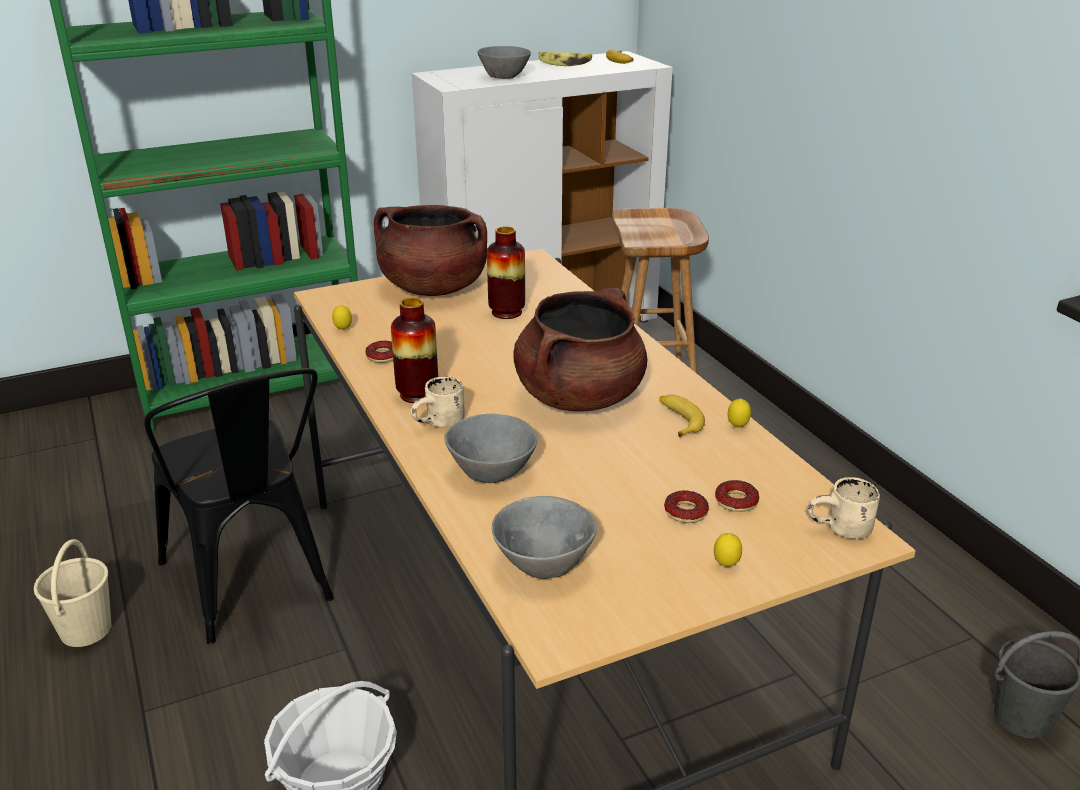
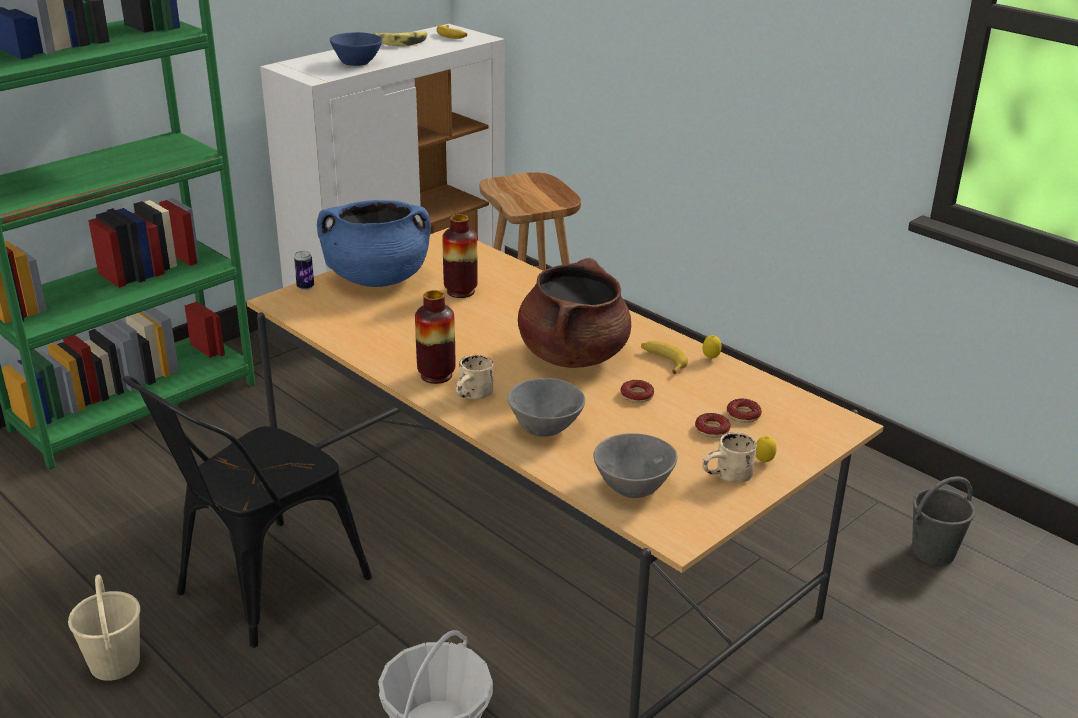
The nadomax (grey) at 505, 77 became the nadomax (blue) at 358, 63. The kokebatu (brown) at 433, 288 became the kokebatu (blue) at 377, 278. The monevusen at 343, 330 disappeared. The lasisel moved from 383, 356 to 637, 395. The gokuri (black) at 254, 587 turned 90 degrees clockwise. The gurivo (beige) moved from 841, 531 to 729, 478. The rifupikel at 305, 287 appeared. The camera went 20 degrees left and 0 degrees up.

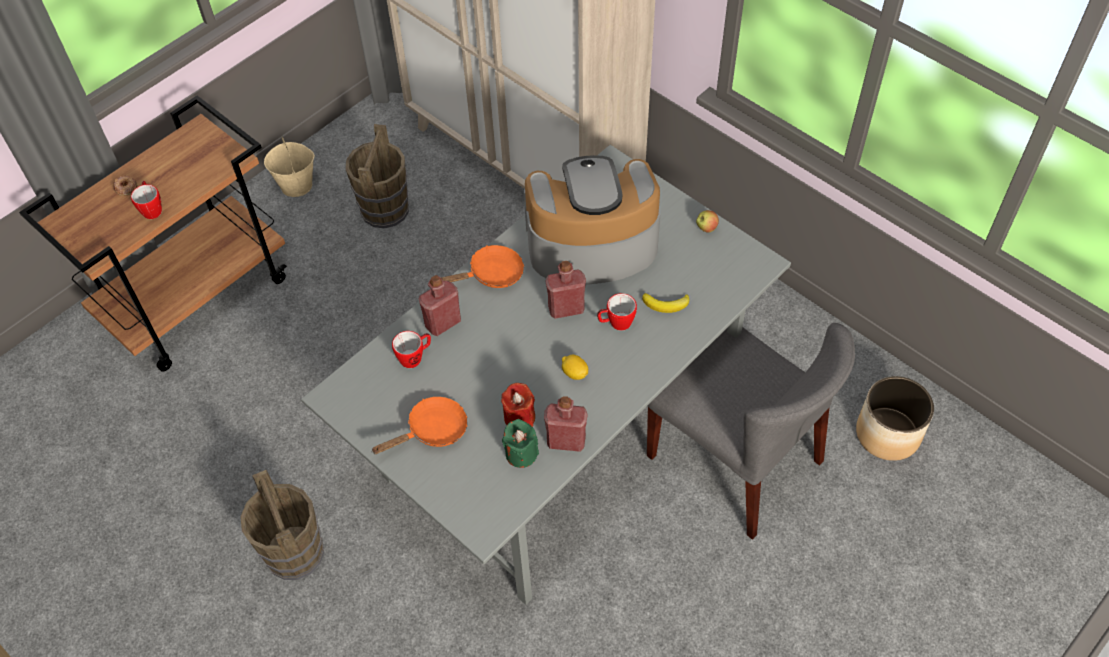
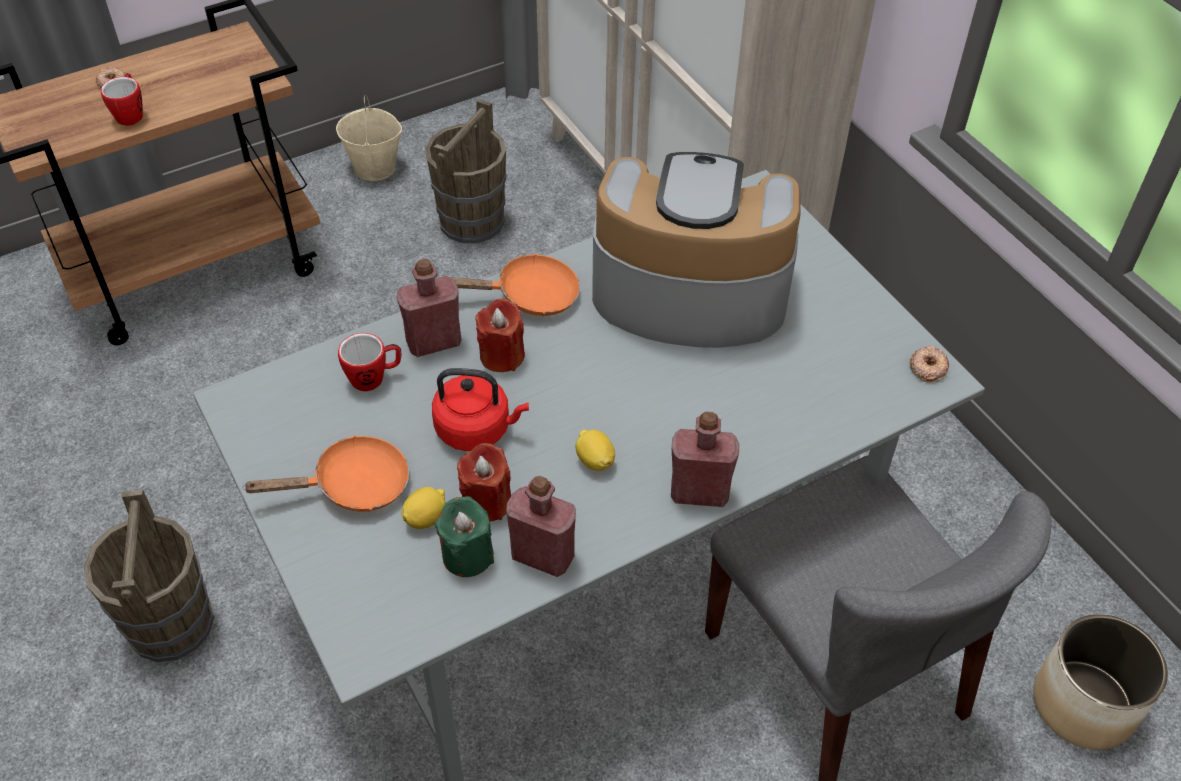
The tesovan at 706, 228 disappeared. The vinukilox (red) moved from 566, 308 to 699, 492. The gurivo at 616, 323 disappeared. The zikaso at 666, 304 disappeared. The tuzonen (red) at 502, 355 appeared. The lasisel at 928, 367 appeared. The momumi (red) at 477, 429 appeared. The monevusen at 426, 518 appeared. The camera went 15 degrees right and 5 degrees down.

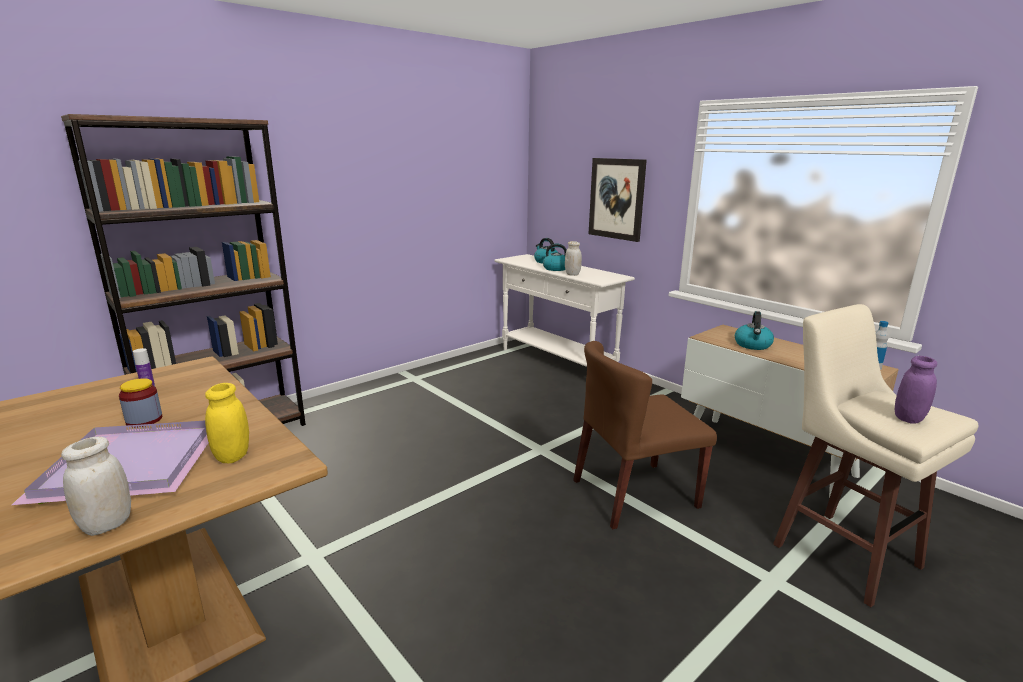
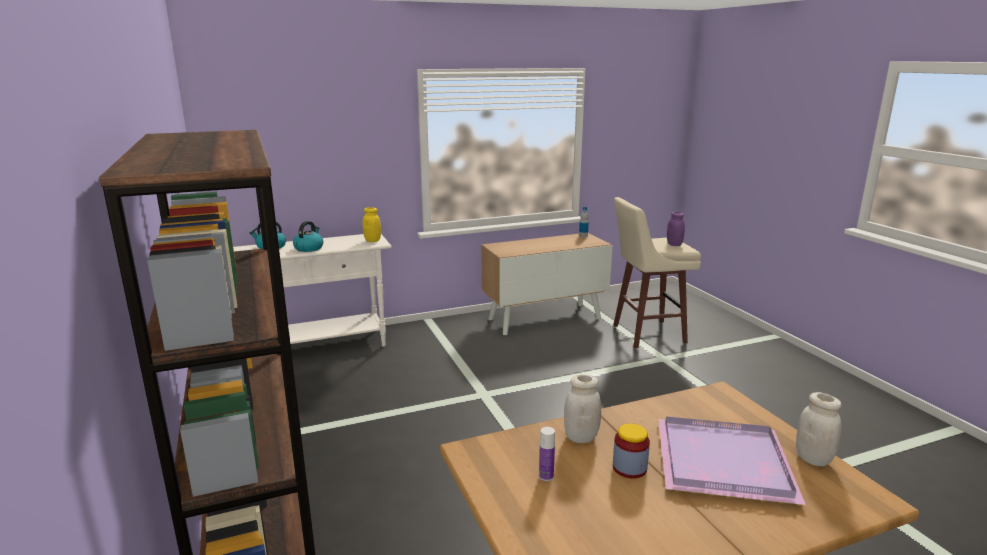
The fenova at 616, 199 disappeared. The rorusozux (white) moved from 572, 274 to 581, 437. The momumi at 753, 345 disappeared. The gokuri (brown) at 634, 494 disappeared. The rorusozux (yellow) moved from 233, 456 to 372, 240. The camera went 70 degrees left and 0 degrees up.

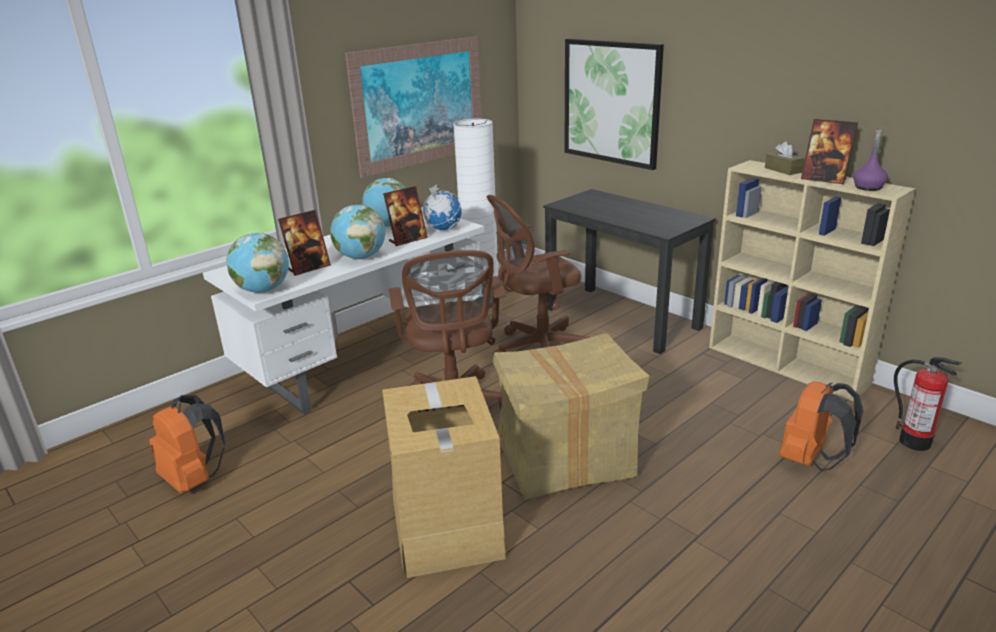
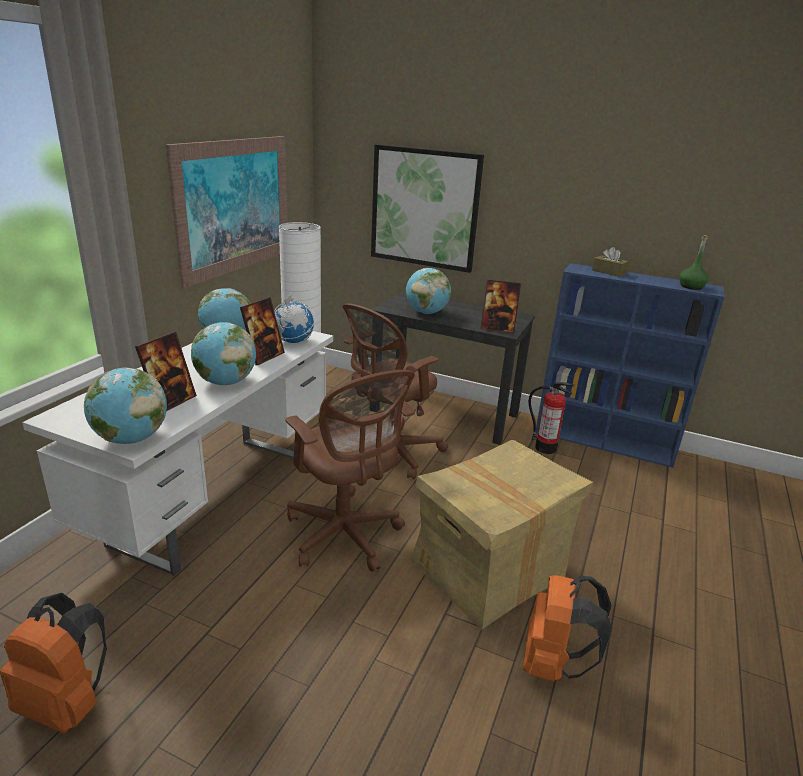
The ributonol moved from 824, 180 to 497, 328. The vinukilox (purple) at 868, 187 became the vinukilox (green) at 691, 287. The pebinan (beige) at 787, 365 became the pebinan (blue) at 605, 442. The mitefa moved from 914, 442 to 545, 448. The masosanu at 446, 526 disappeared. The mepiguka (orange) moved from 810, 460 to 553, 663. The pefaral at 426, 312 appeared. The camera went 25 degrees left and 0 degrees up.

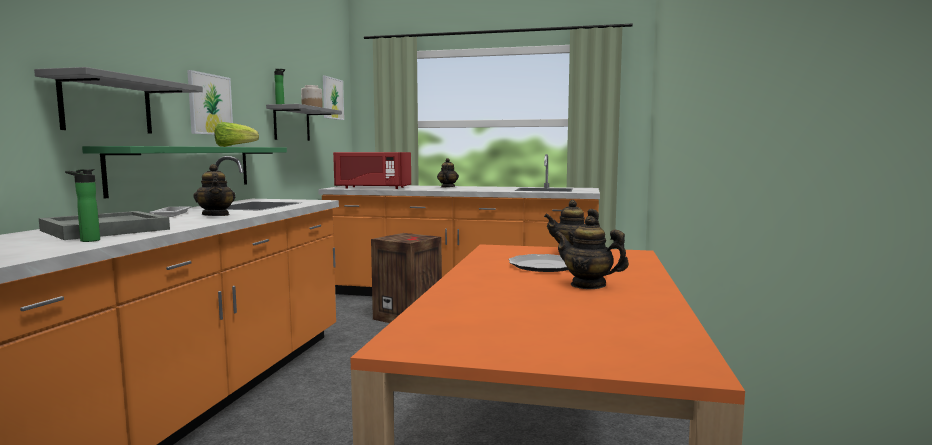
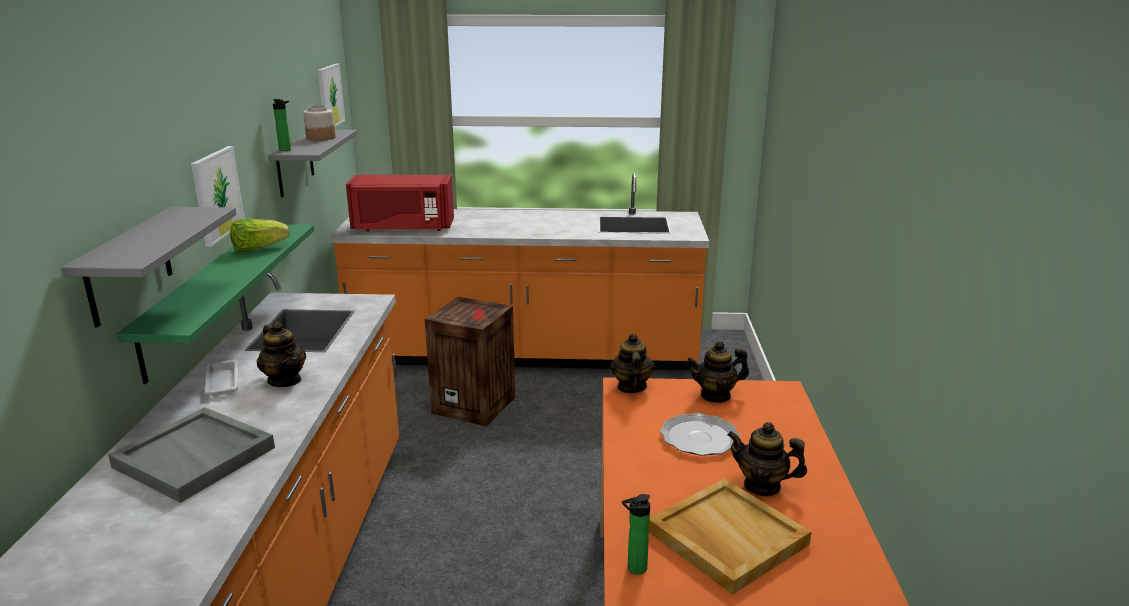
The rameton moved from 447, 187 to 631, 387. The vinukilox moved from 87, 240 to 634, 569. The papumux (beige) at 725, 537 appeared. The camera went 10 degrees left and 15 degrees up.

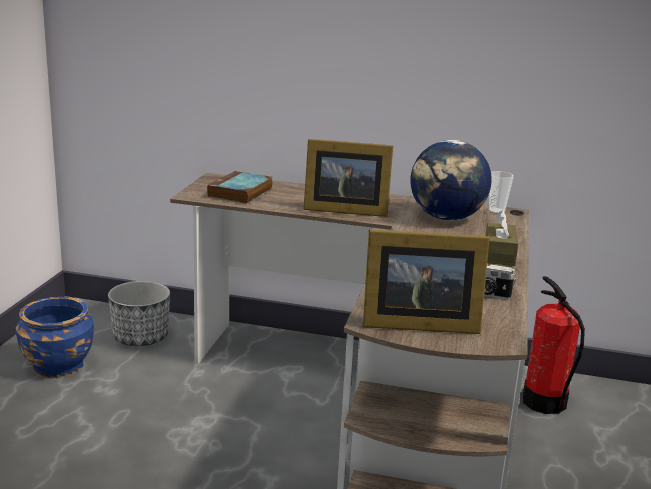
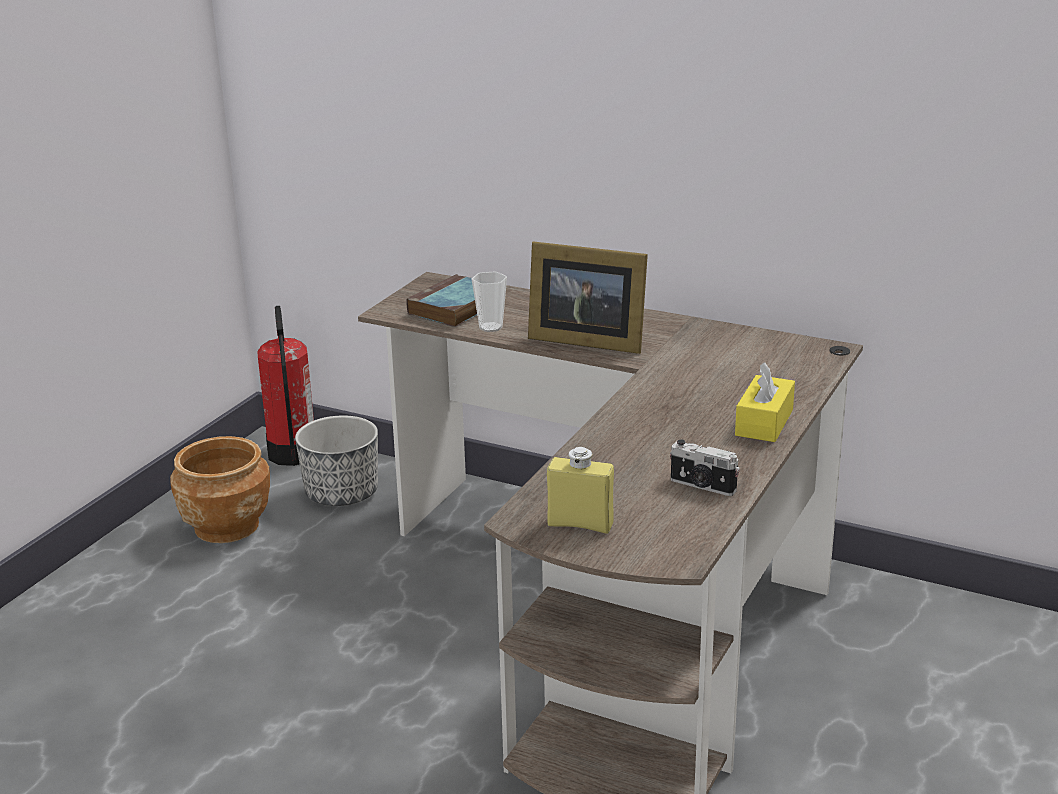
The pefaral at 446, 218 disappeared. The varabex moved from 496, 211 to 490, 327. The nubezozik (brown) at 499, 254 became the nubezozik (yellow) at 764, 422. The ributonol at 416, 323 was replaced by the vinukilox (yellow) at 580, 524. The mitefa moved from 544, 402 to 292, 454. The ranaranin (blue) at 58, 365 became the ranaranin (brown) at 227, 526. The camera went 15 degrees right and 5 degrees up.

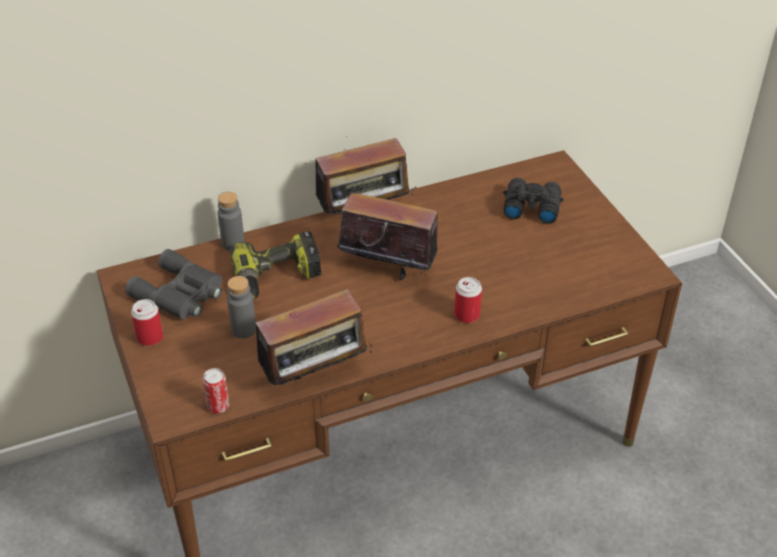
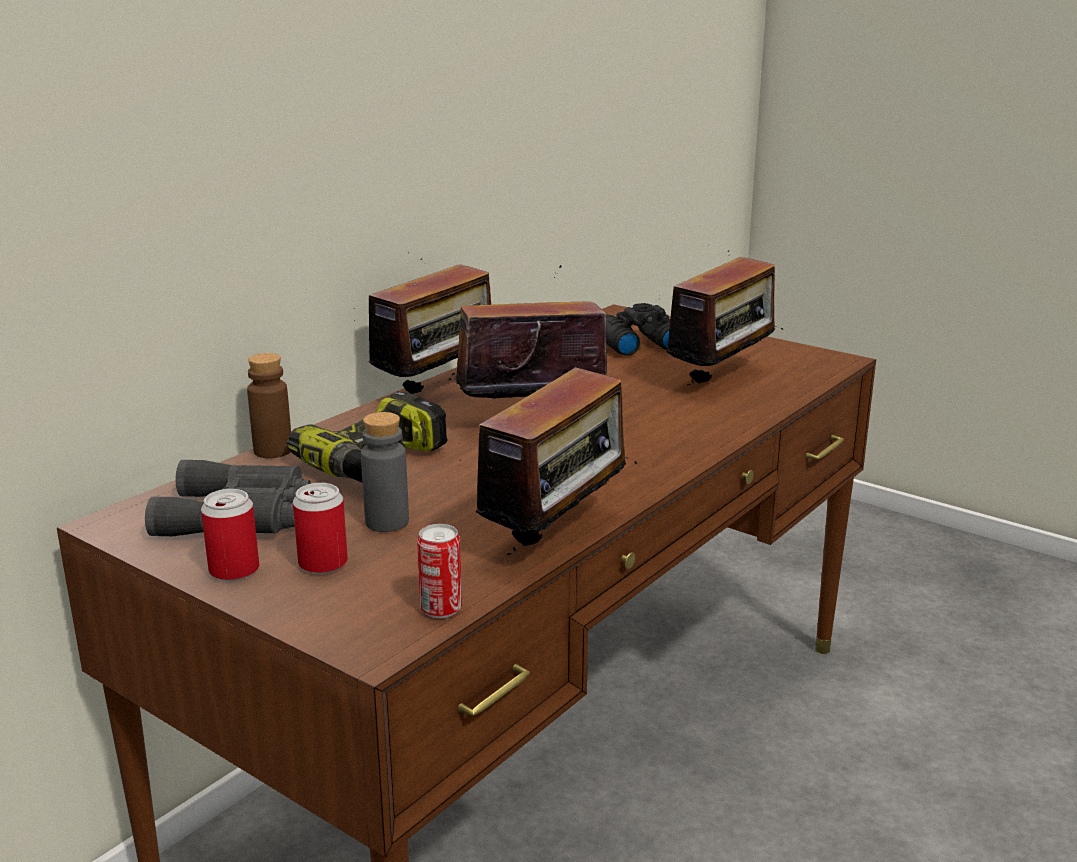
The vinukilox (grey) at 233, 243 became the vinukilox (brown) at 273, 451. The rifupikel moved from 467, 315 to 323, 563. The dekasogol at 722, 379 appeared. The camera went 30 degrees left and 20 degrees down.

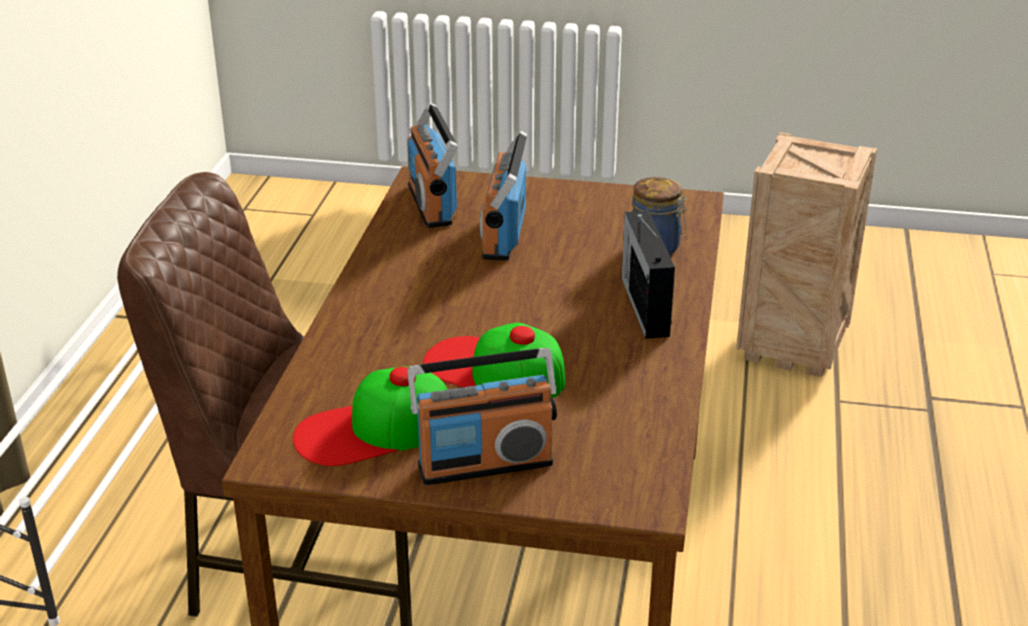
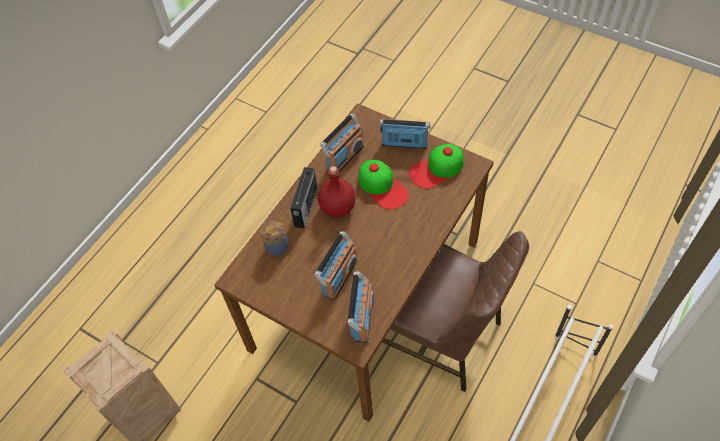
The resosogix at 373, 429 turned 150 degrees clockwise. The dekasogol at 345, 157 appeared. The vinukilox (red) at 338, 208 appeared. The camera went 155 degrees left and 25 degrees up.

